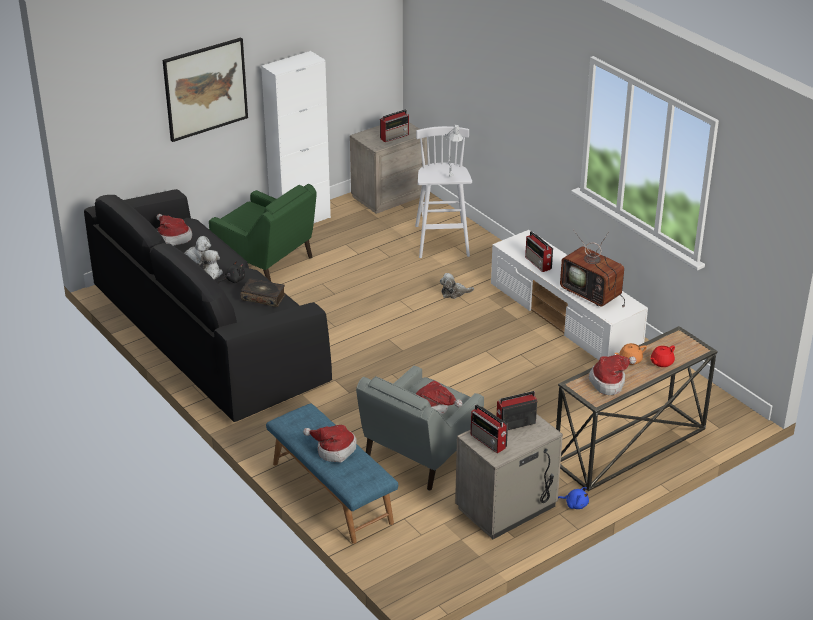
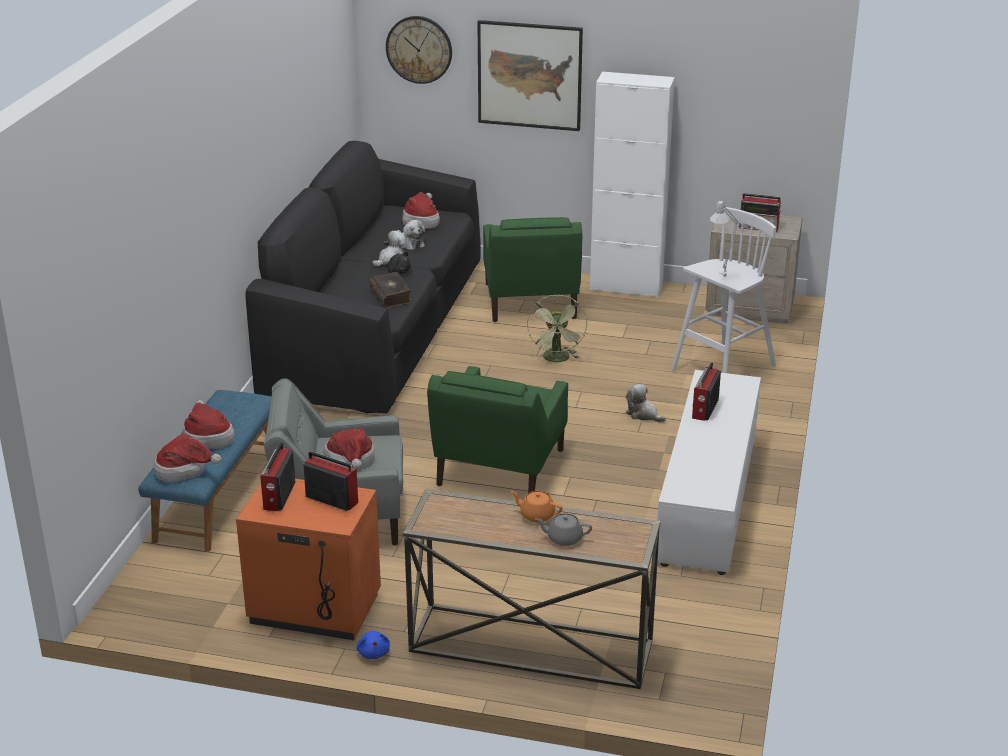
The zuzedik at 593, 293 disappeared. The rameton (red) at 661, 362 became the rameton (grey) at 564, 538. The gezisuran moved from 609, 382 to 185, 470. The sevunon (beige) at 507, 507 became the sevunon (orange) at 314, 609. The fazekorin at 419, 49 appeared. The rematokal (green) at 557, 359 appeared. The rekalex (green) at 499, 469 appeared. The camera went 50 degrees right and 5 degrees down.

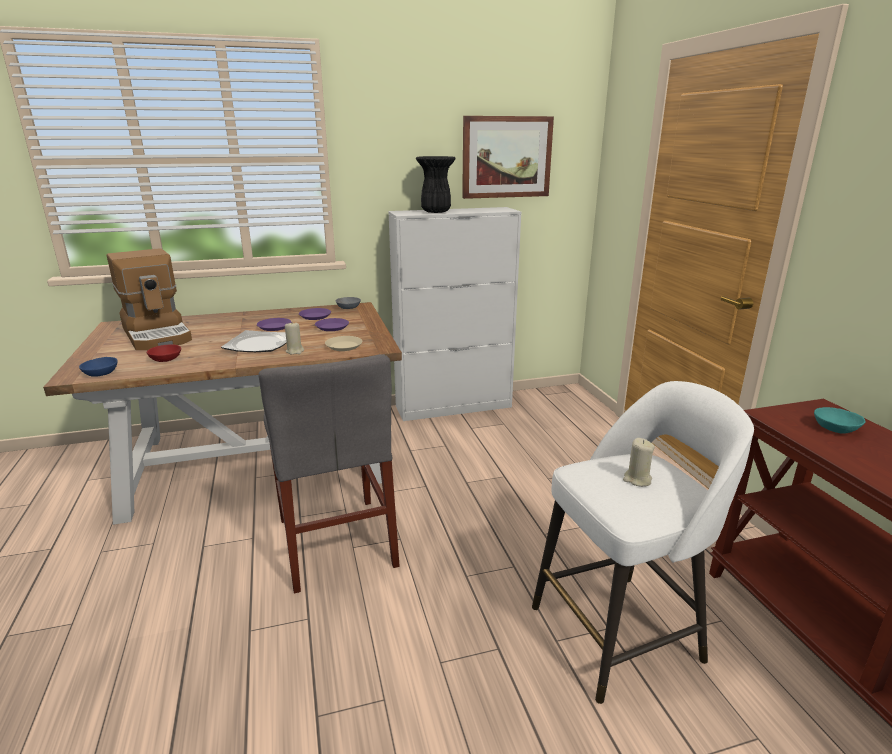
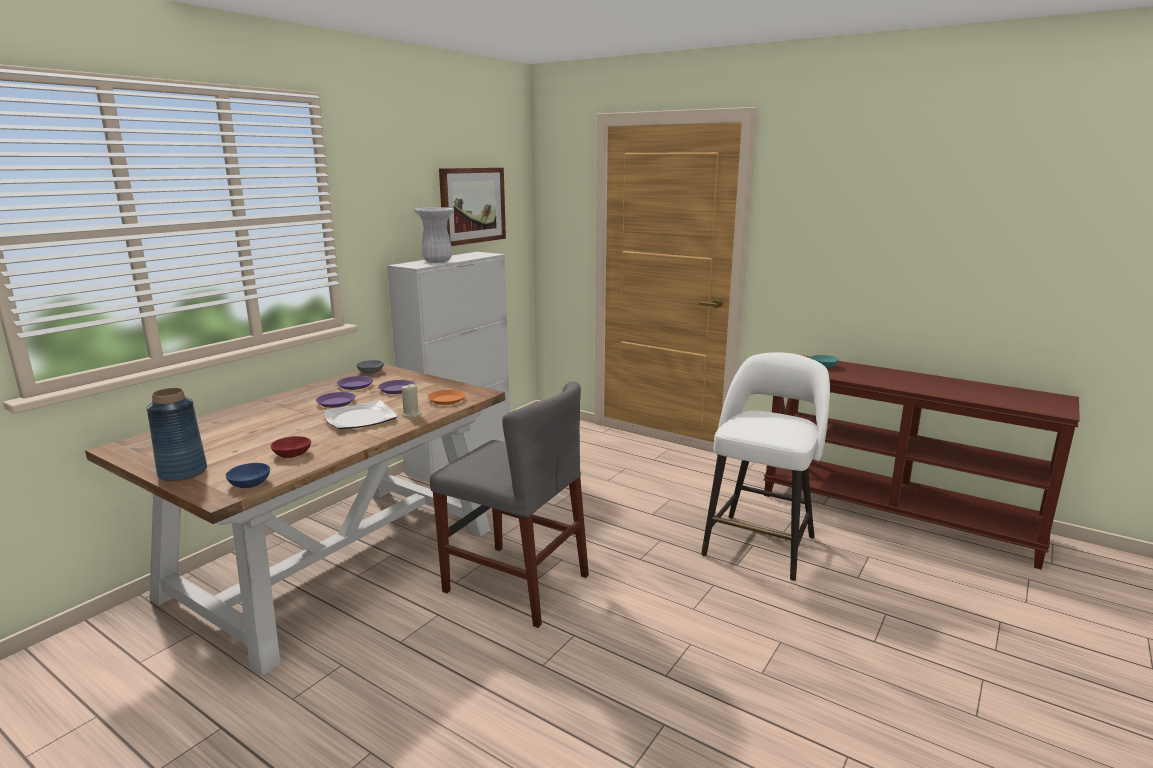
The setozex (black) at 436, 211 became the setozex (white) at 437, 261. The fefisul at 158, 334 disappeared. The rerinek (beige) at 344, 346 became the rerinek (orange) at 446, 400. The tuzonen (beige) at 637, 479 disappeared. The setozex (blue) at 182, 472 appeared. The camera went 40 degrees left and 5 degrees down.

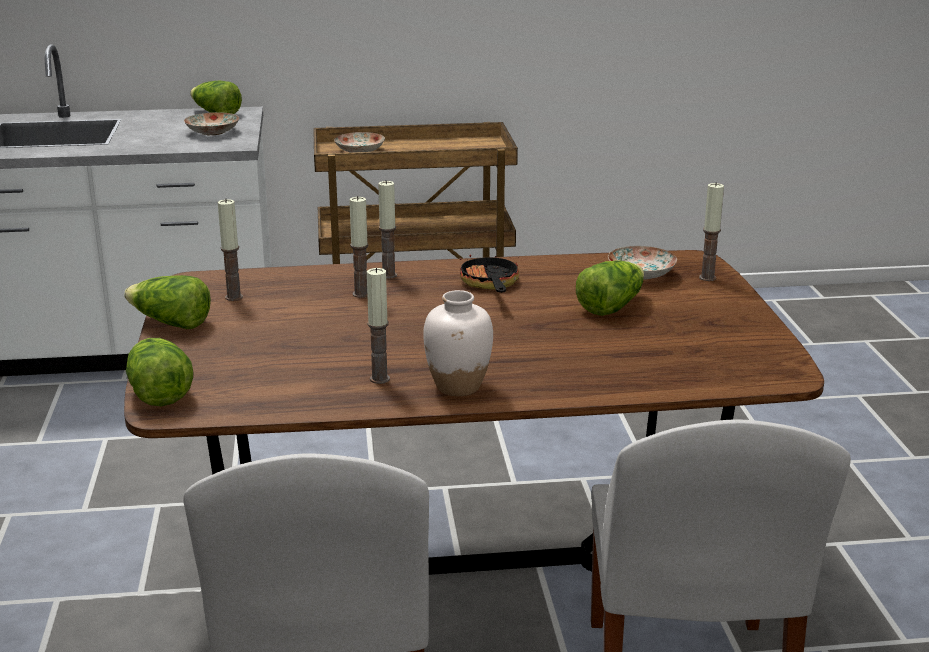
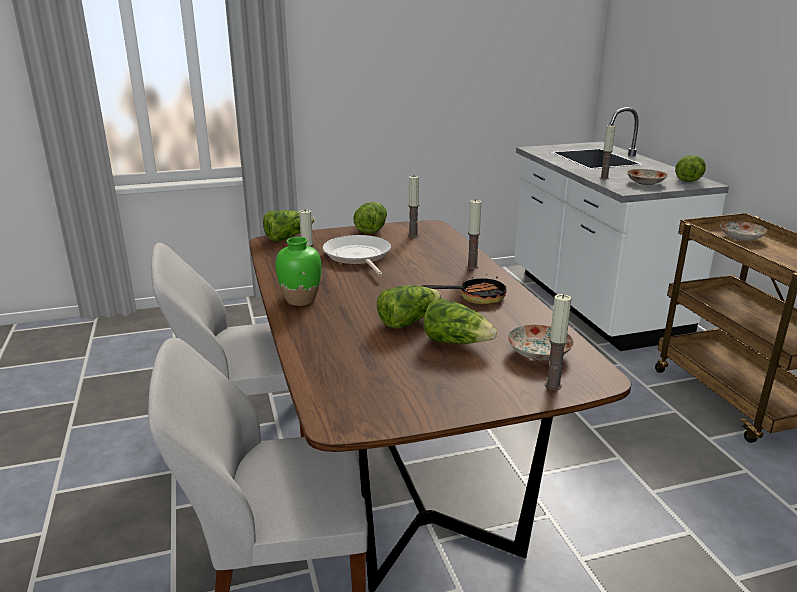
The tuzonen moved from 361, 294 to 604, 178. The setozex (white) at 458, 387 became the setozex (green) at 300, 300. The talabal at 358, 256 appeared. The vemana at 408, 321 appeared. The camera went 80 degrees right and 0 degrees up.

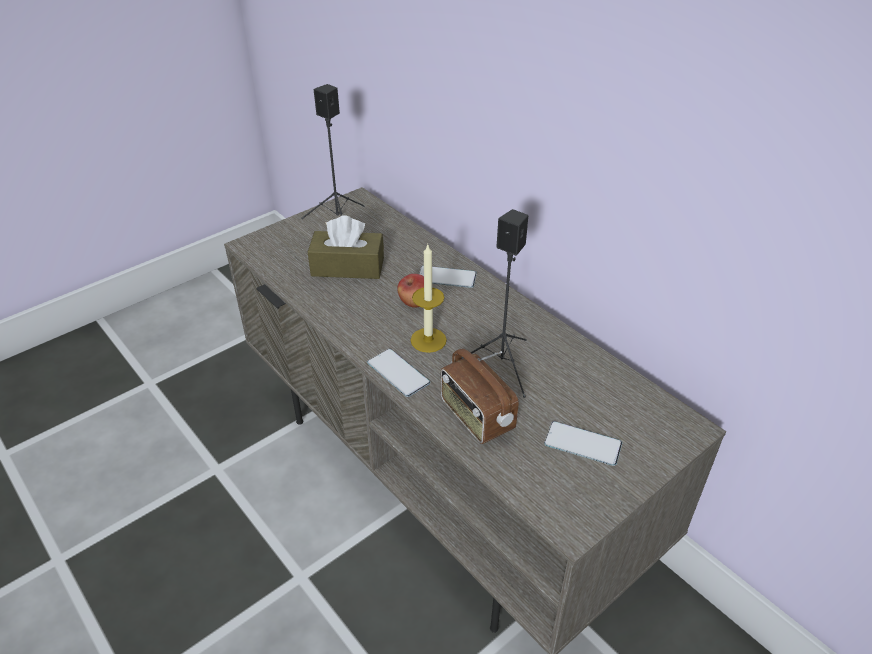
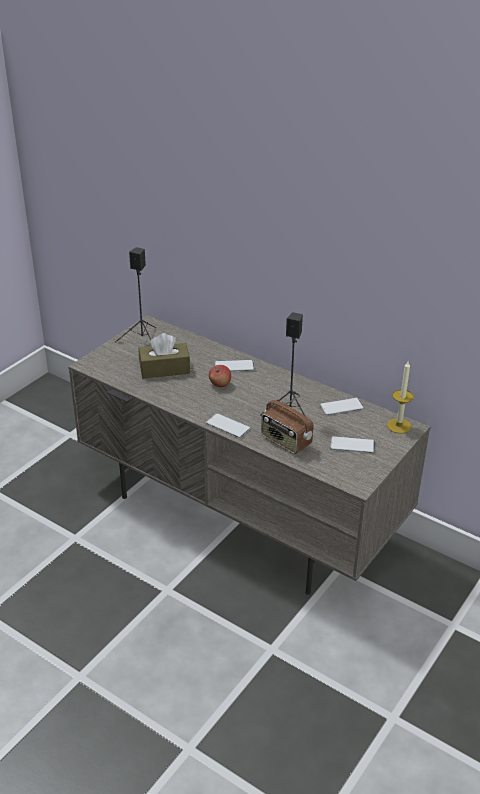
The tuzonen moved from 428, 340 to 398, 426. The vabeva at 342, 407 appeared. The camera went 15 degrees left and 5 degrees down.

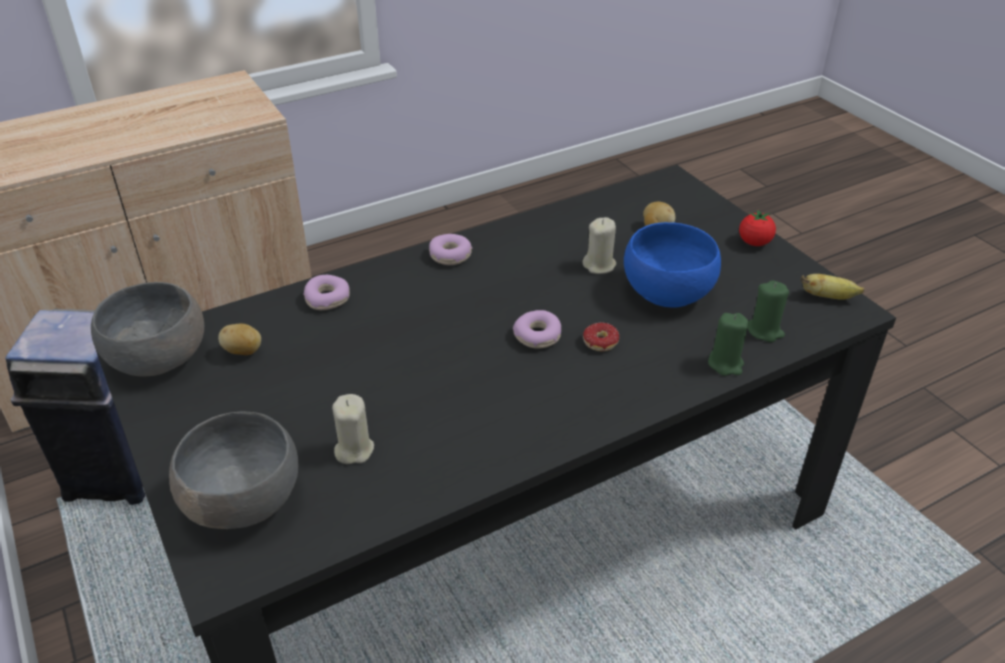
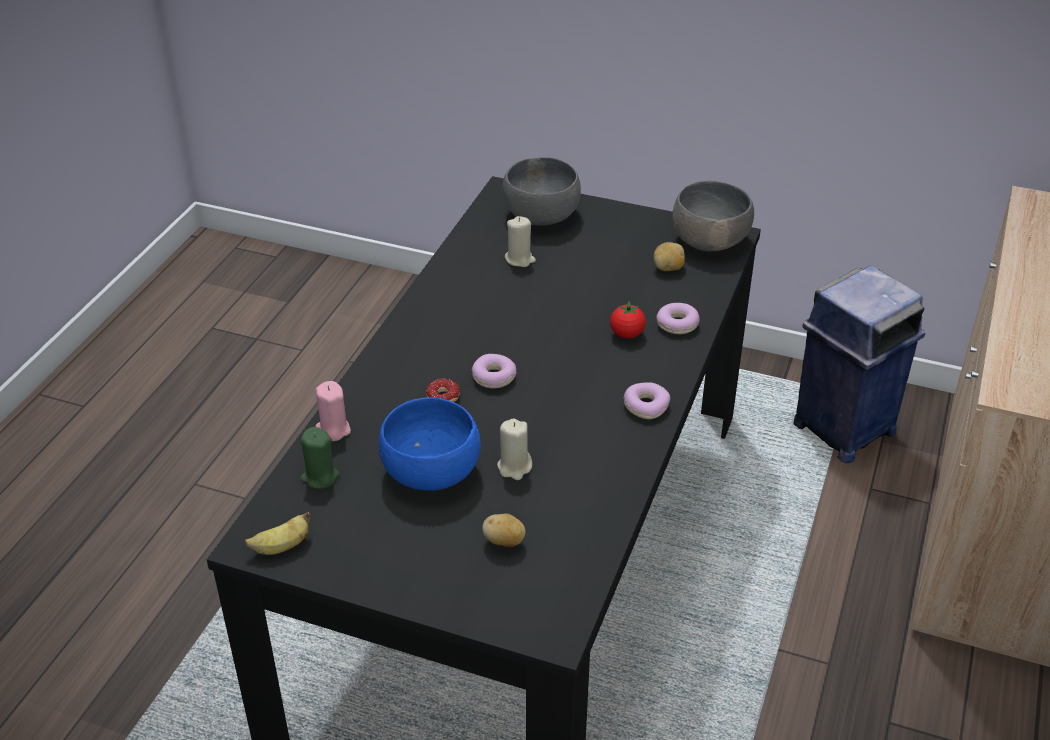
The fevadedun moved from 754, 242 to 627, 334. The tuzonen (green) at 725, 364 became the tuzonen (pink) at 333, 430. The camera went 140 degrees right and 0 degrees up.

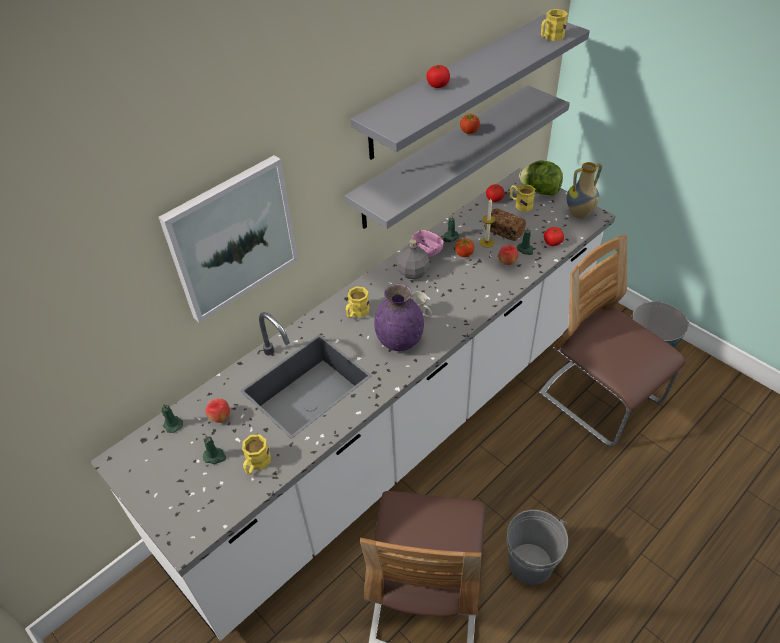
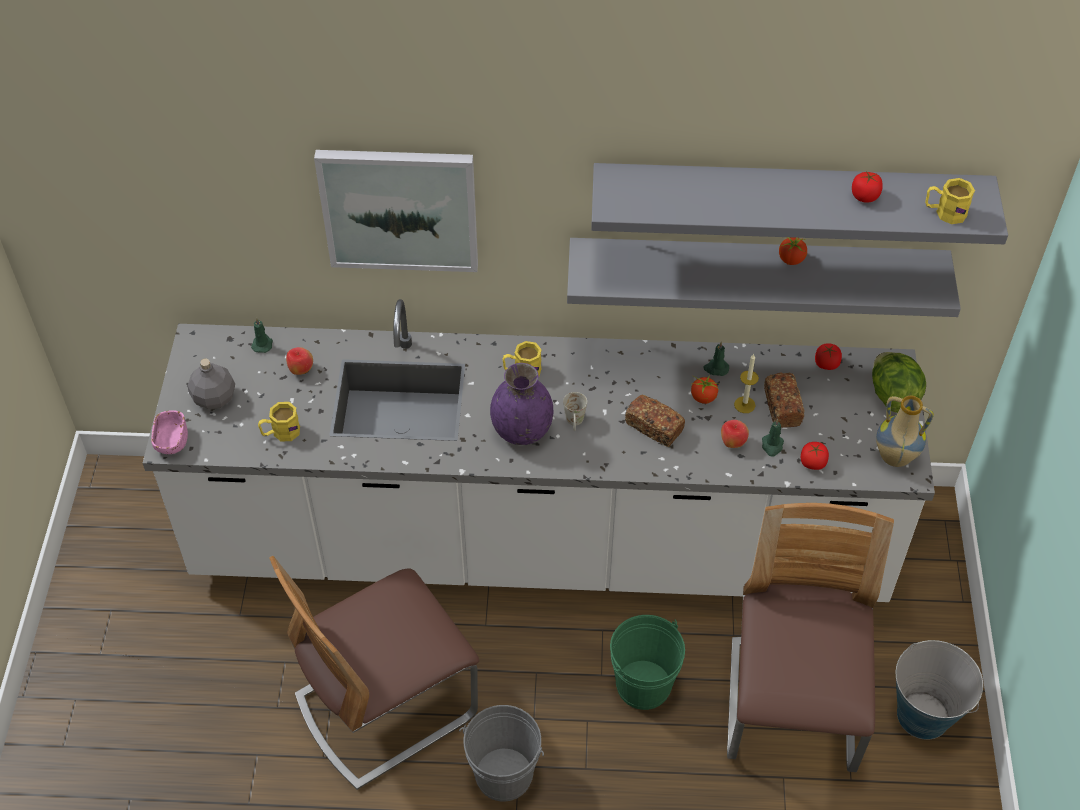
The fevadedun moved from 438, 85 to 865, 196. The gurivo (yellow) at 520, 204 disappeared. The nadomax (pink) moved from 427, 250 to 171, 441. The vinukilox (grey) moved from 413, 272 to 215, 398. The tuzonen (green) at 215, 456 disappeared. The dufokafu at 654, 427 appeared. The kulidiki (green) at 643, 685 appeared. The camera went 45 degrees right and 5 degrees up.

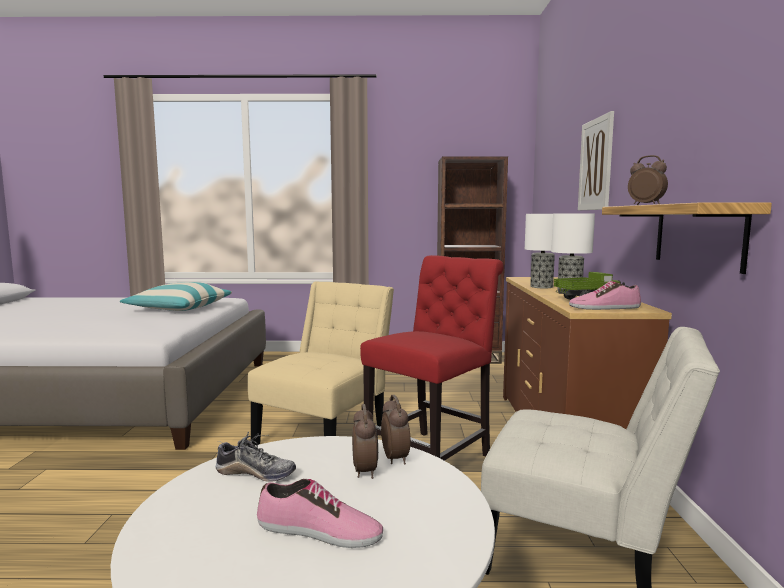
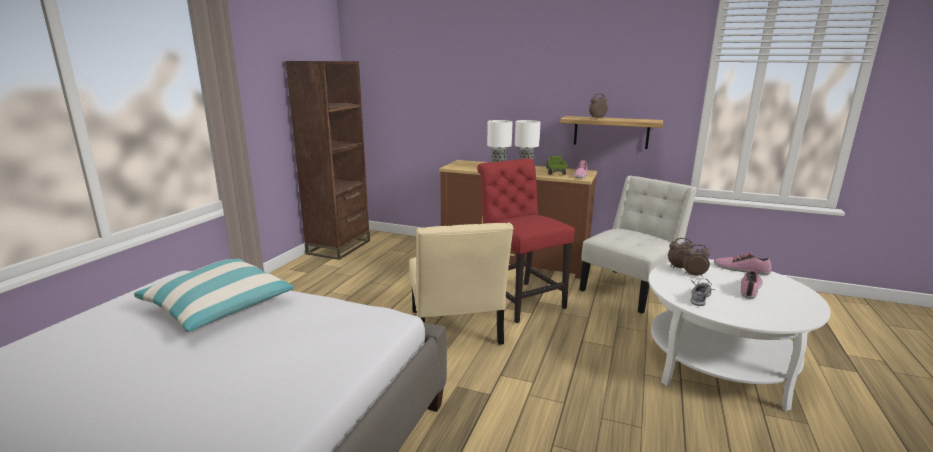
The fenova at 596, 164 disappeared. The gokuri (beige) at 326, 434 turned 150 degrees counterclockwise. The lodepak at 741, 269 appeared. The camera went 70 degrees left and 10 degrees up.

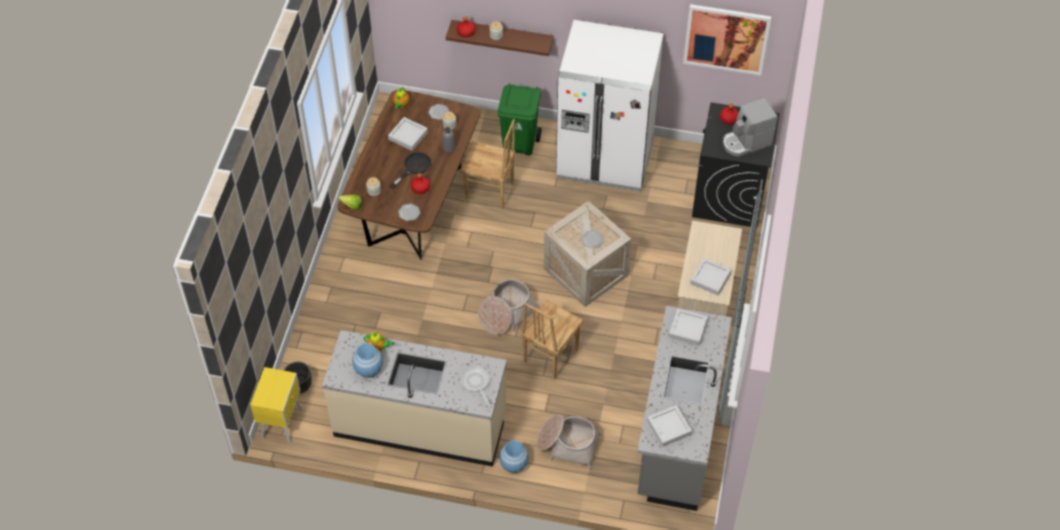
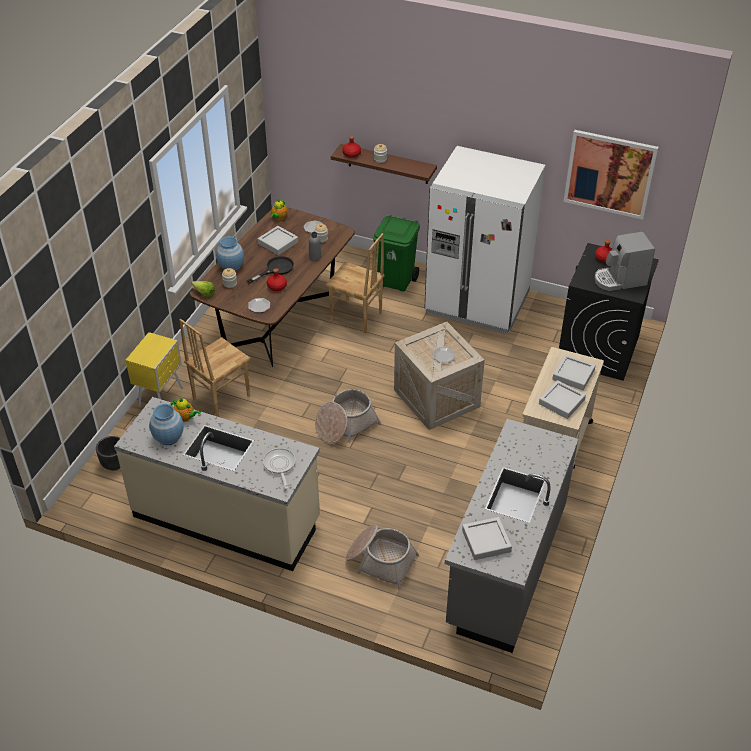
The gokuri (brown) moved from 549, 356 to 220, 397. The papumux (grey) moved from 688, 329 to 573, 375. The sevunon (yellow) moved from 283, 422 to 162, 397. The setozex (blue) moved from 514, 464 to 231, 266. The camera went 10 degrees right and 10 degrees down.

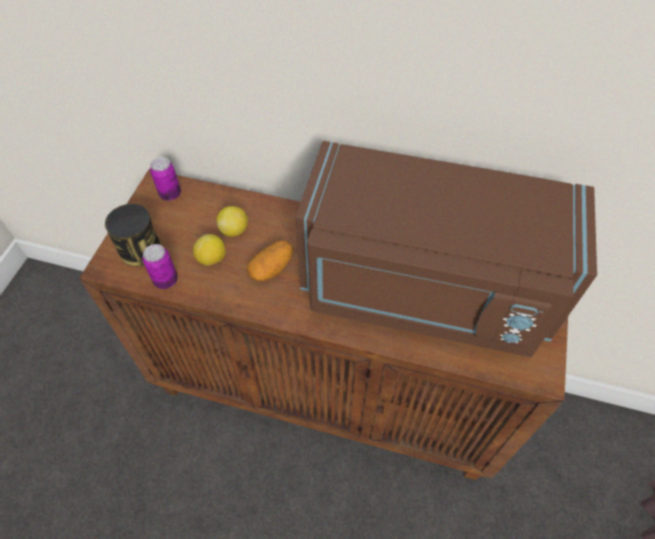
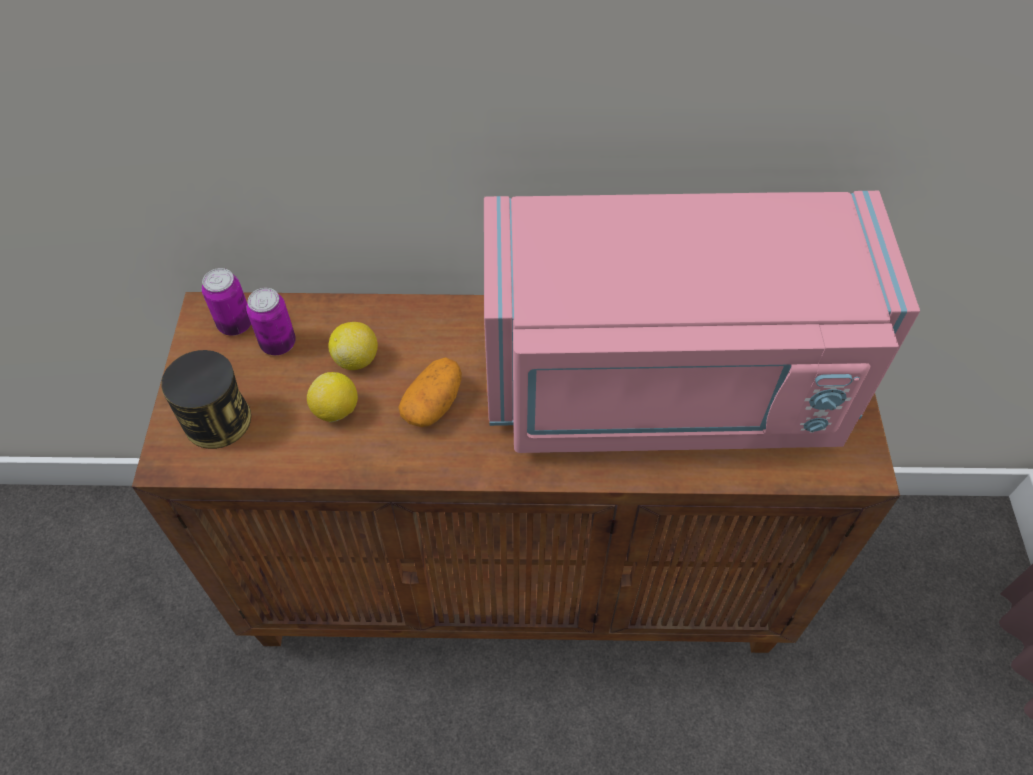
The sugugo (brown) at 425, 290 became the sugugo (pink) at 667, 387. The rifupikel moved from 166, 280 to 278, 344. The camera went 15 degrees left and 0 degrees up.

